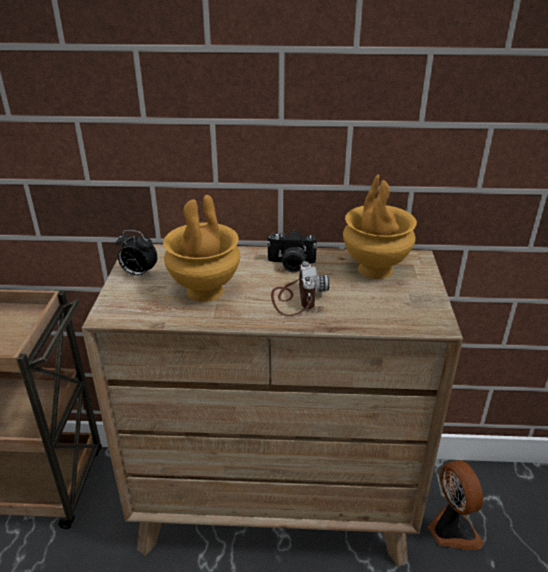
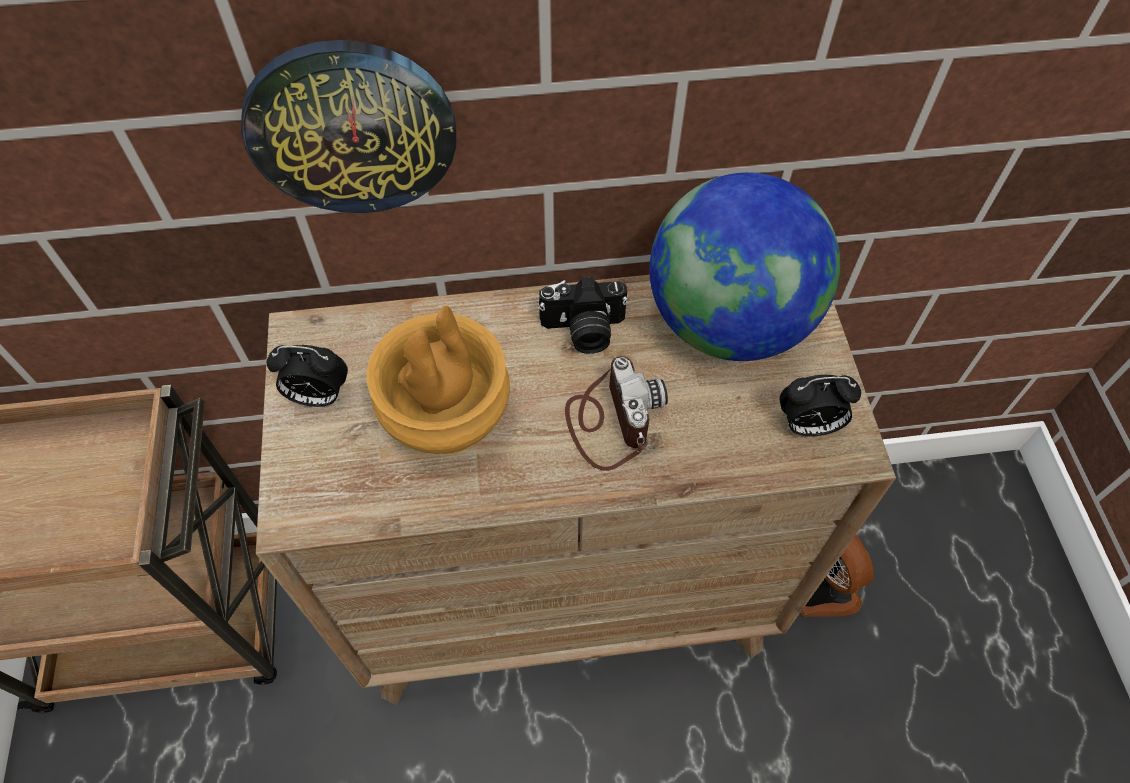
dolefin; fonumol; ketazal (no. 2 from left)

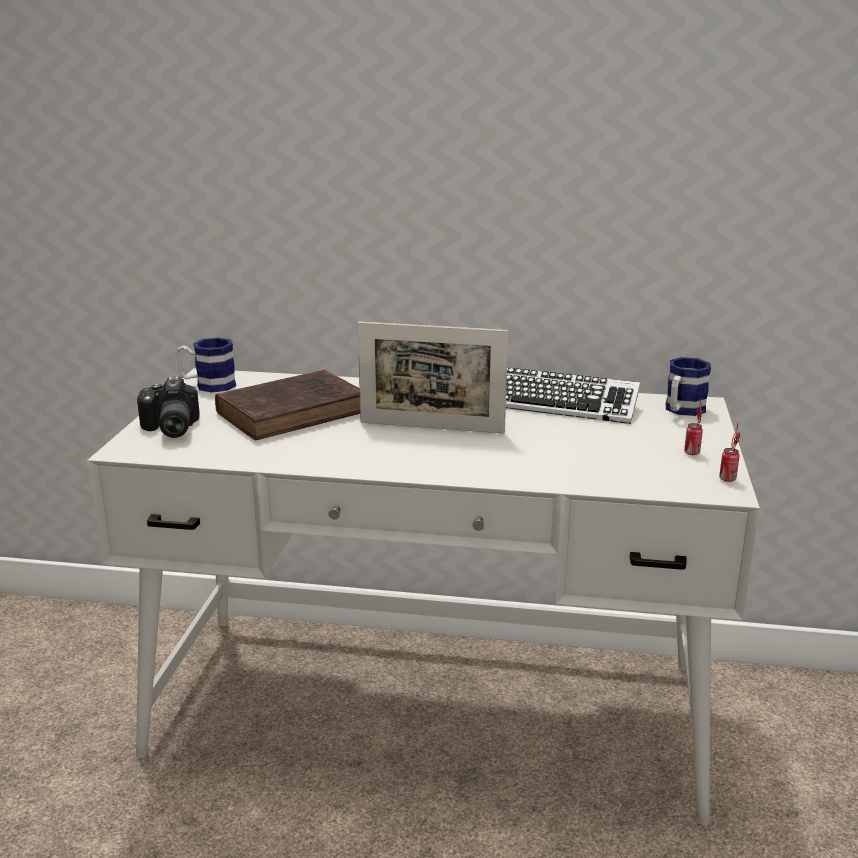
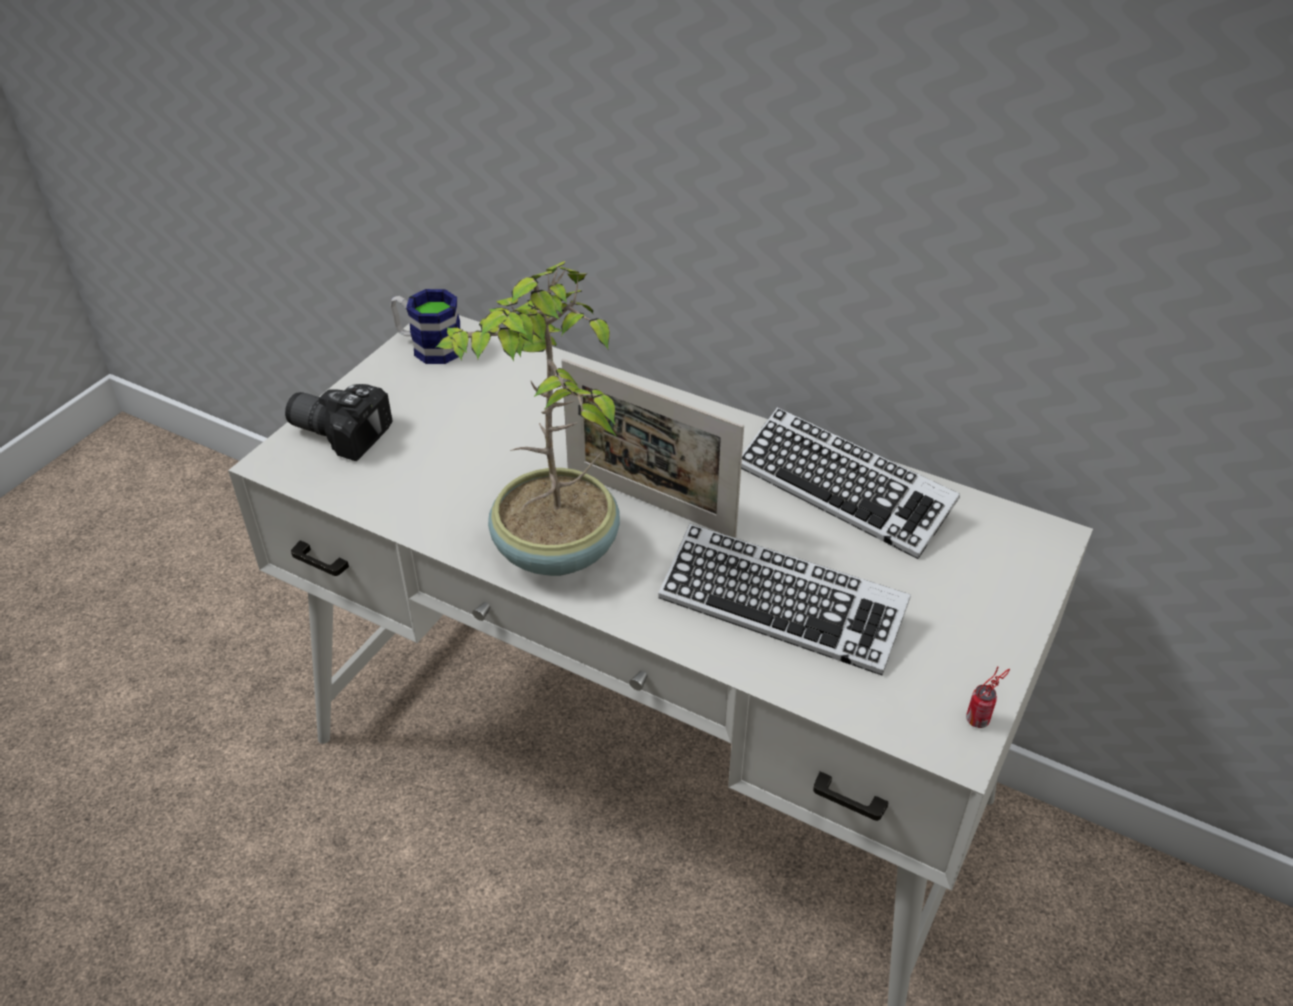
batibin (no. 2 from left in the first image); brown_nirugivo; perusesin; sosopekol (no. 1 from left in the first image); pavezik; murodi (no. 1 from left)

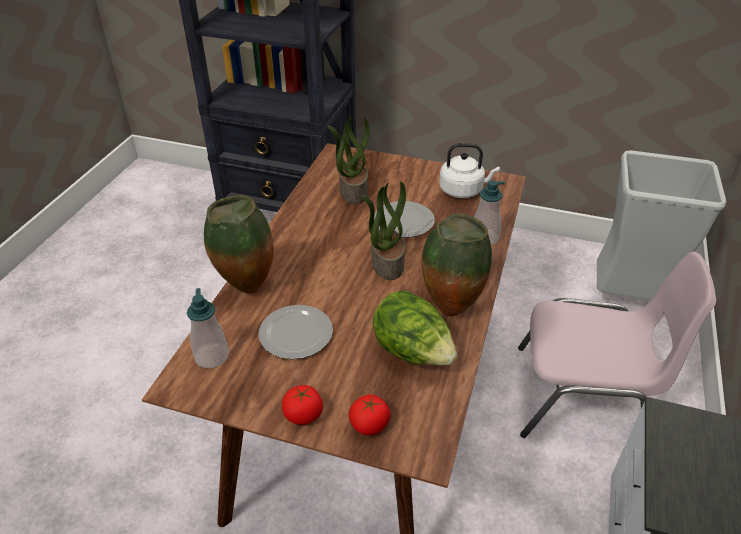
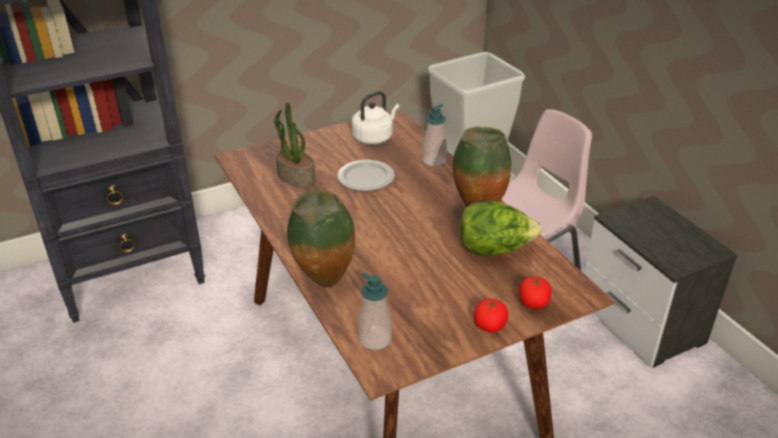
pavezik (no. 2 from left in the first image); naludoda (no. 1 from left in the first image)

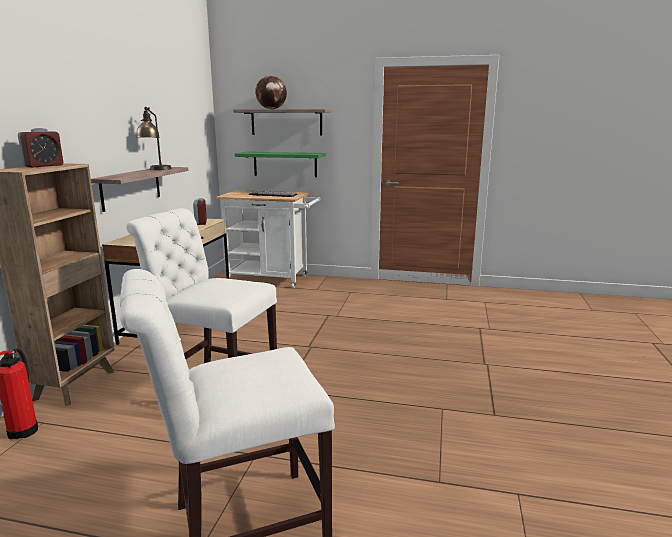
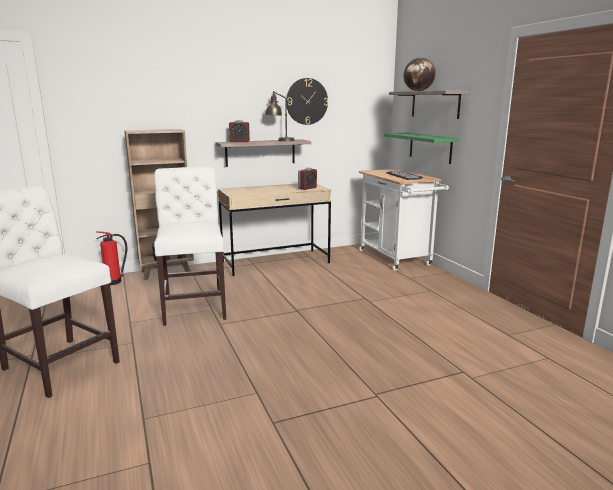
ketazal (no. 1 from left); fonumol

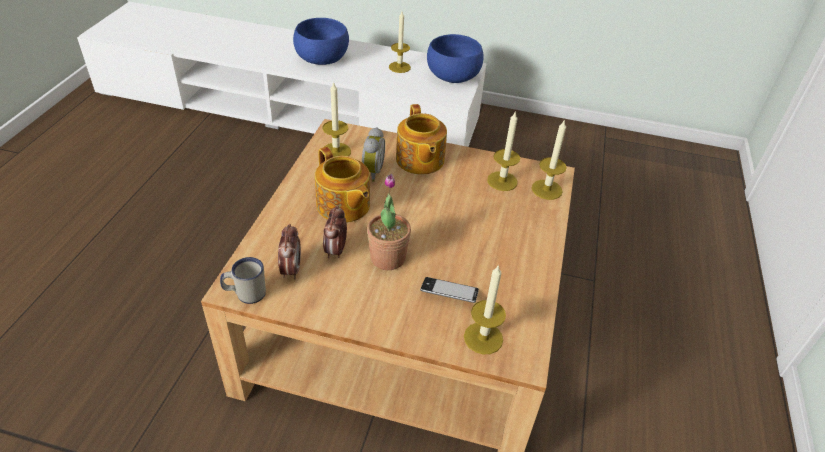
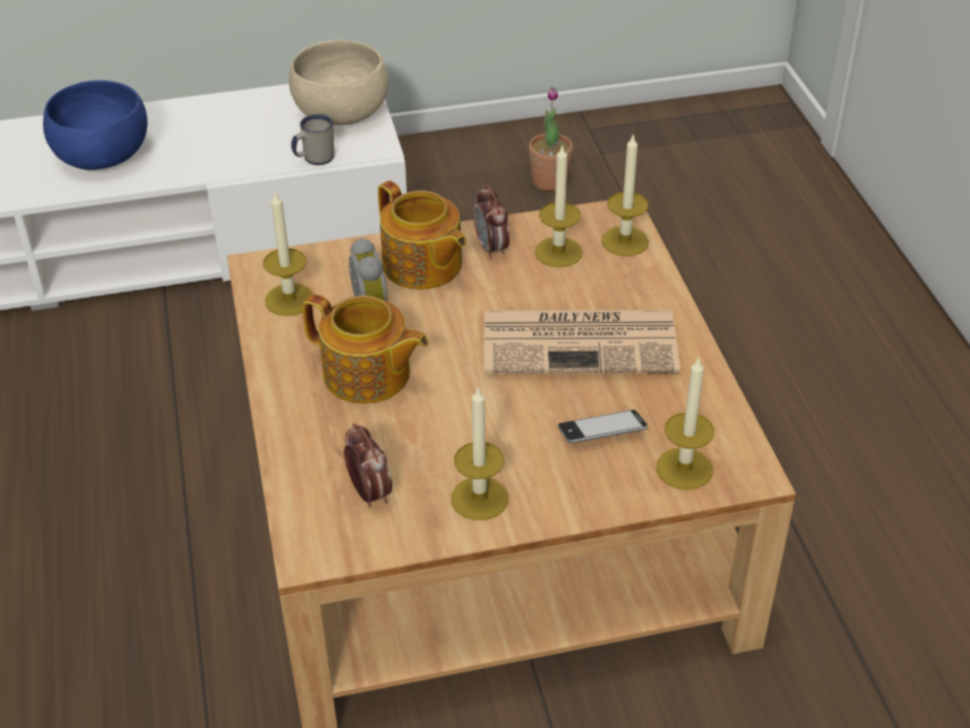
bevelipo (no. 2 from left); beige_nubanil; pavezik; ketazal (no. 3 from left); white_batibin; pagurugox

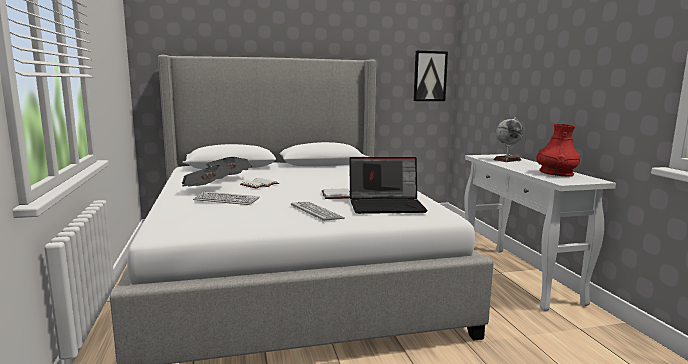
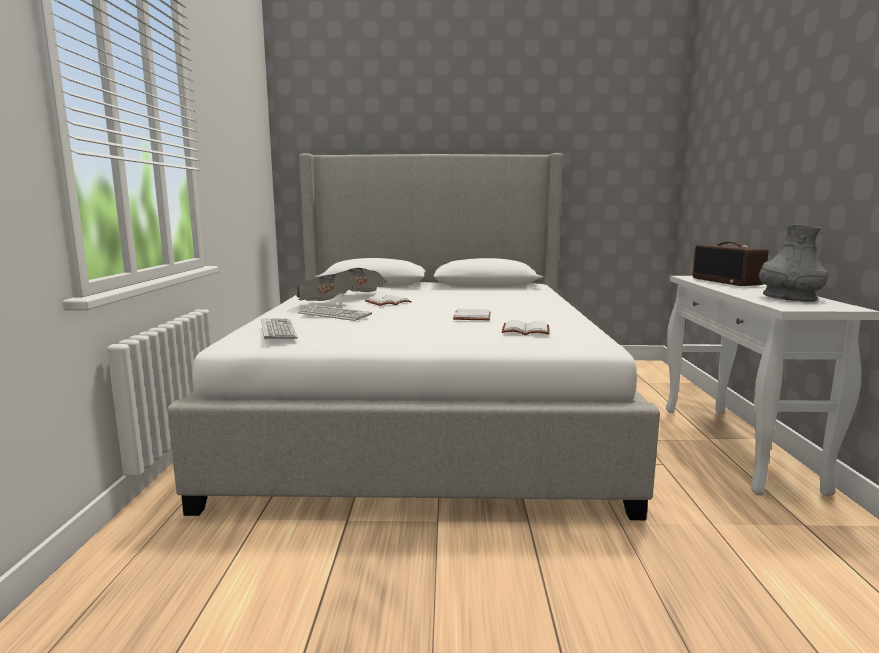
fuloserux; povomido; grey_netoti; white_nirugivo (no. 3 from left); murodi (no. 1 from left)

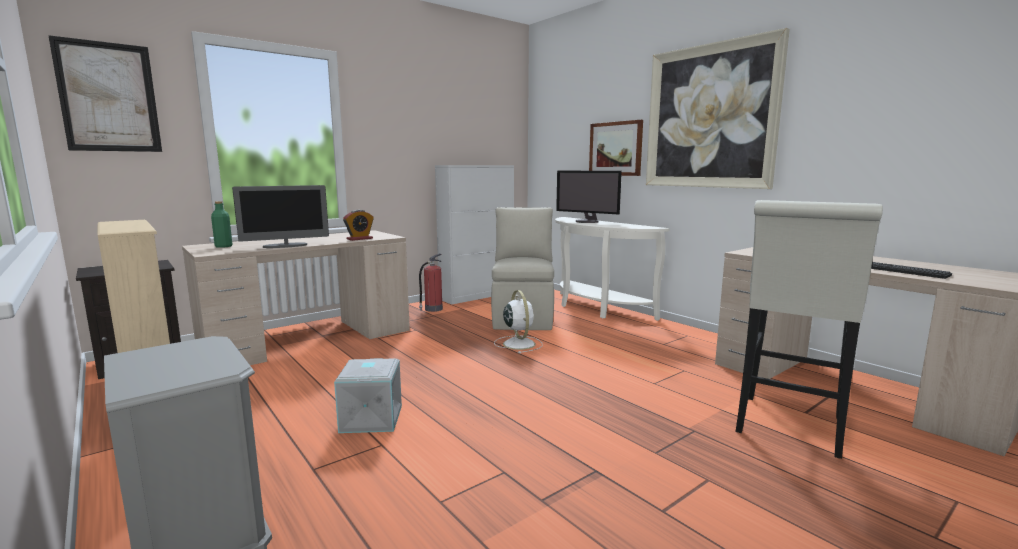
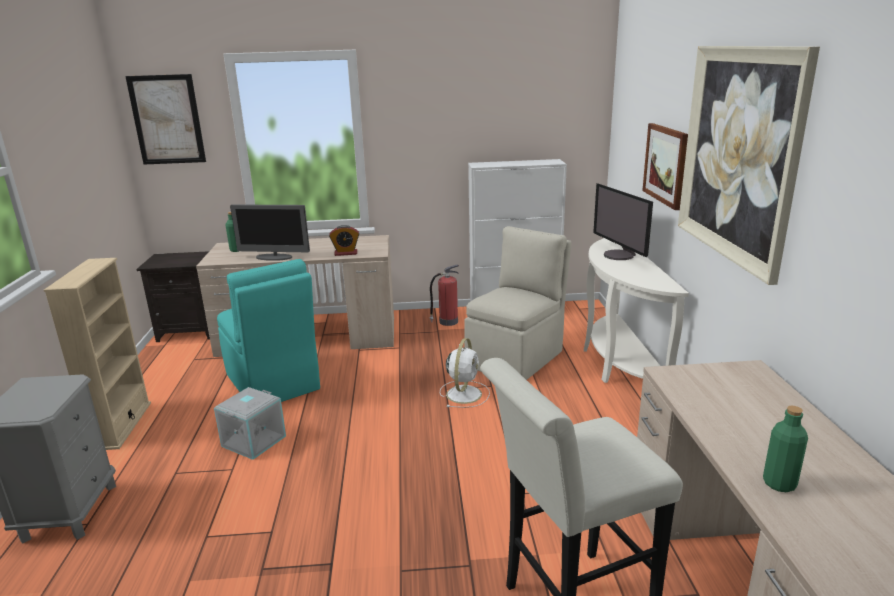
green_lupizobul (no. 2 from left); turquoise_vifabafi

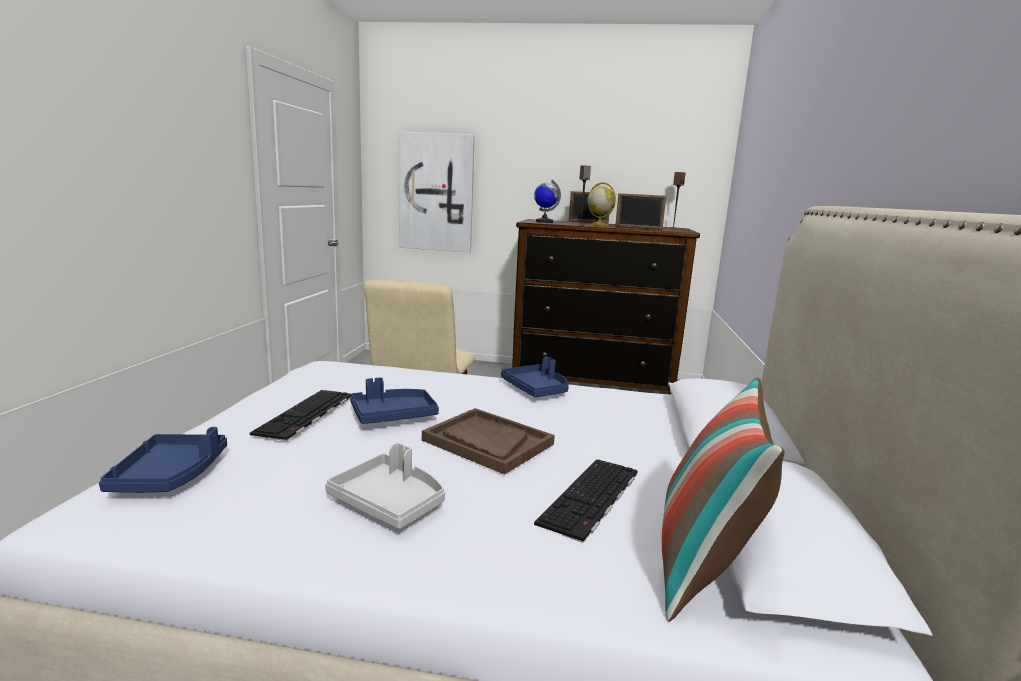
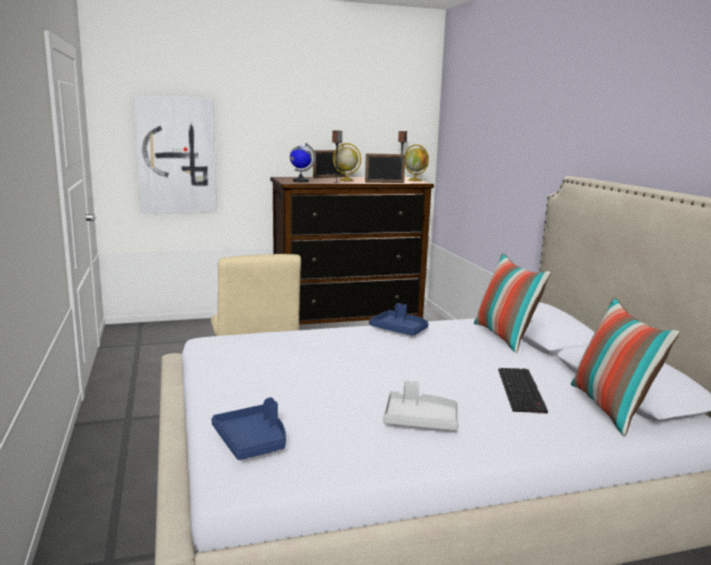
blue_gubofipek (no. 2 from left in the first image); murodi (no. 1 from left in the first image); brown_gubofipek; dolefin (no. 3 from left); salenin (no. 1 from left)

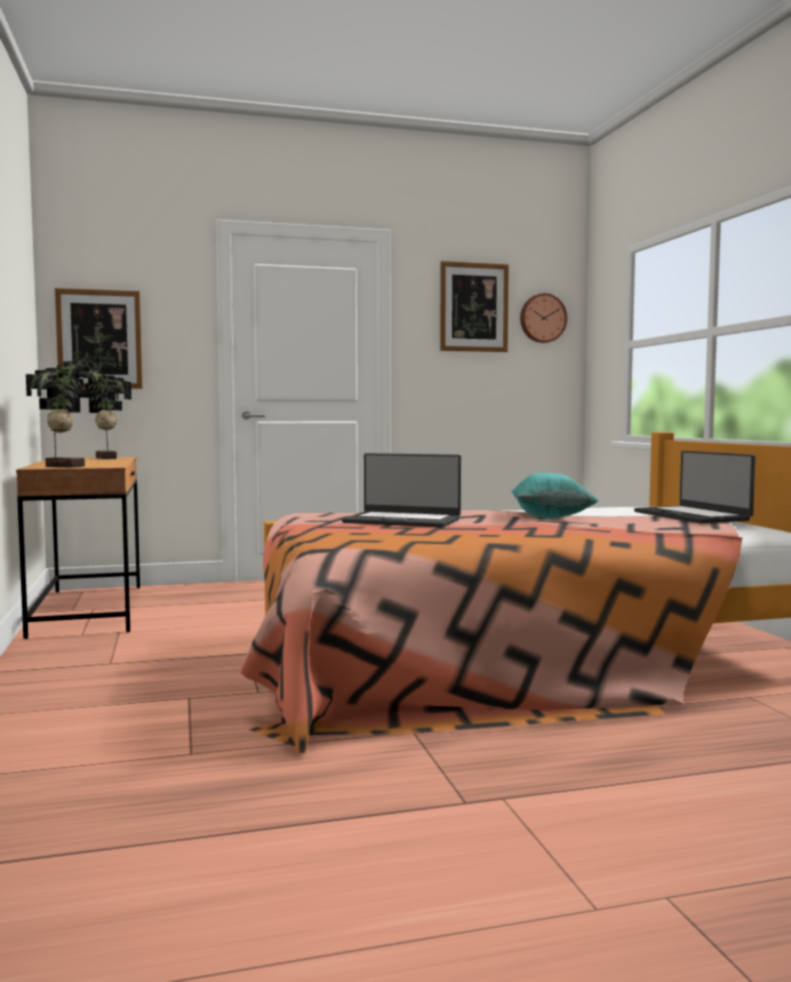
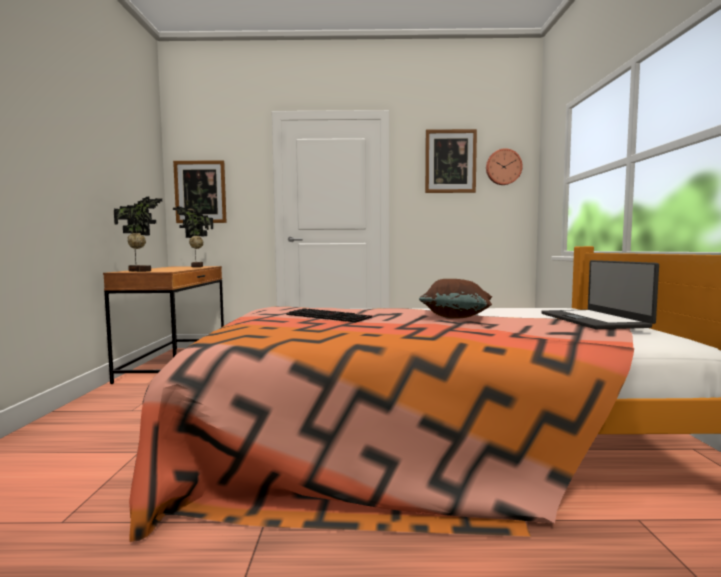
murodi; brown_salenin

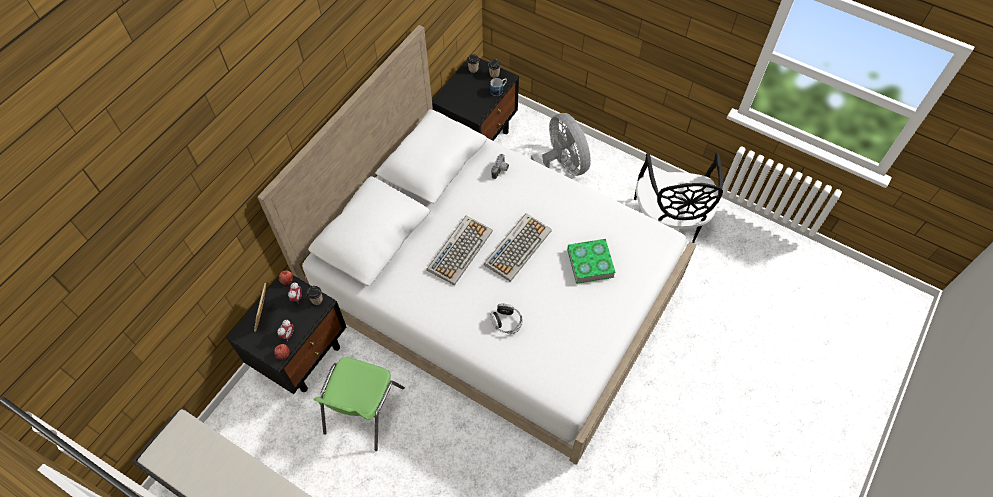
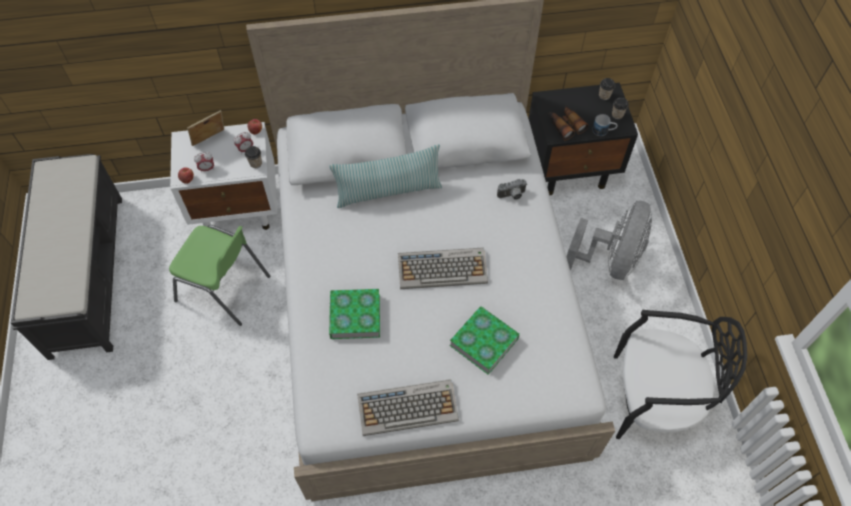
black_vifabafi; murodi (no. 1 from left); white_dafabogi; nirugivo (no. 1 from left); green_vifabafi; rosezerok; salenin

